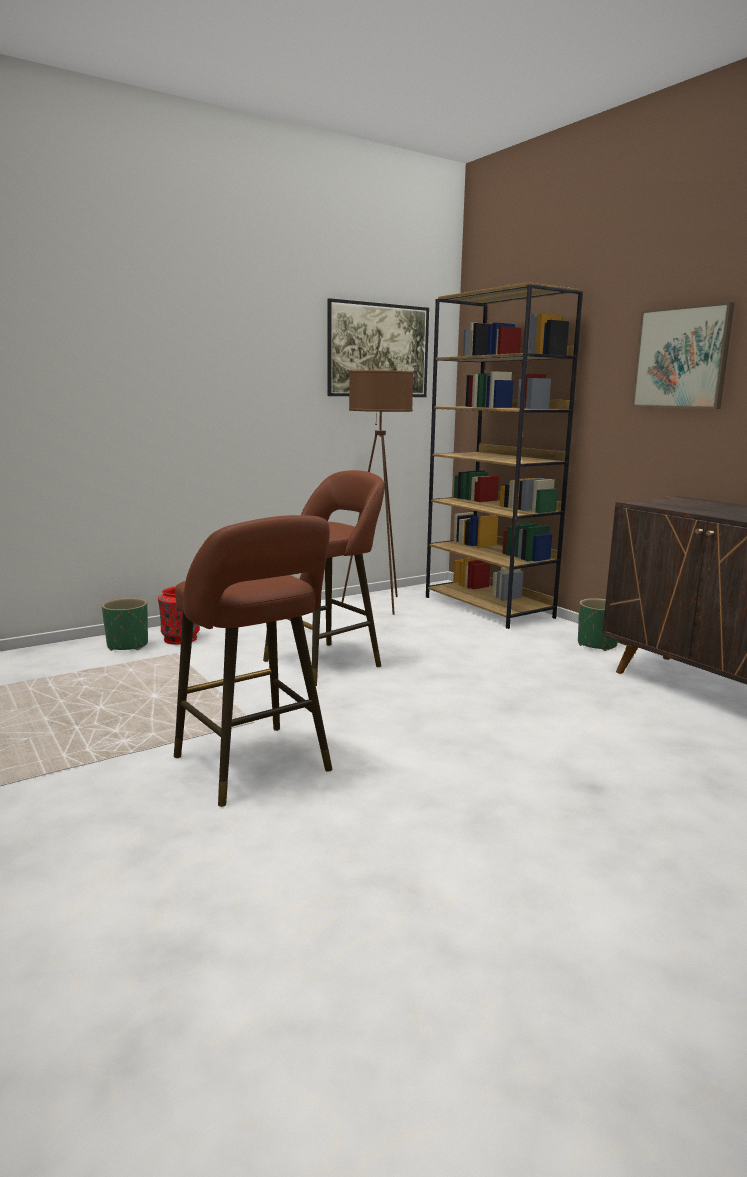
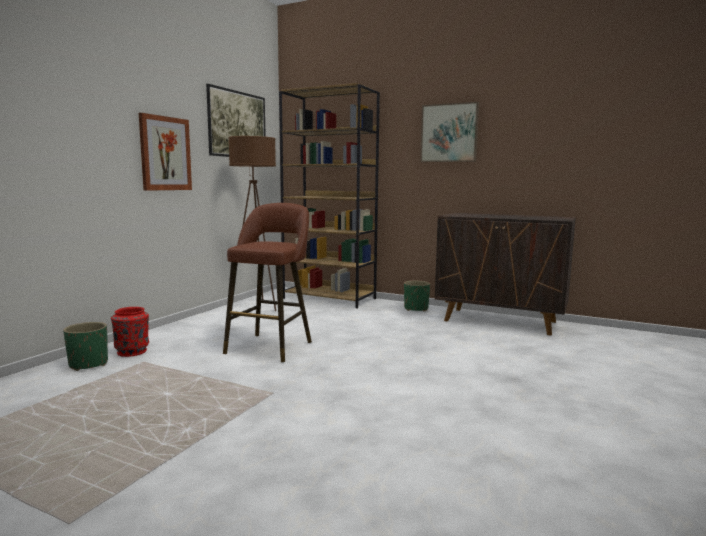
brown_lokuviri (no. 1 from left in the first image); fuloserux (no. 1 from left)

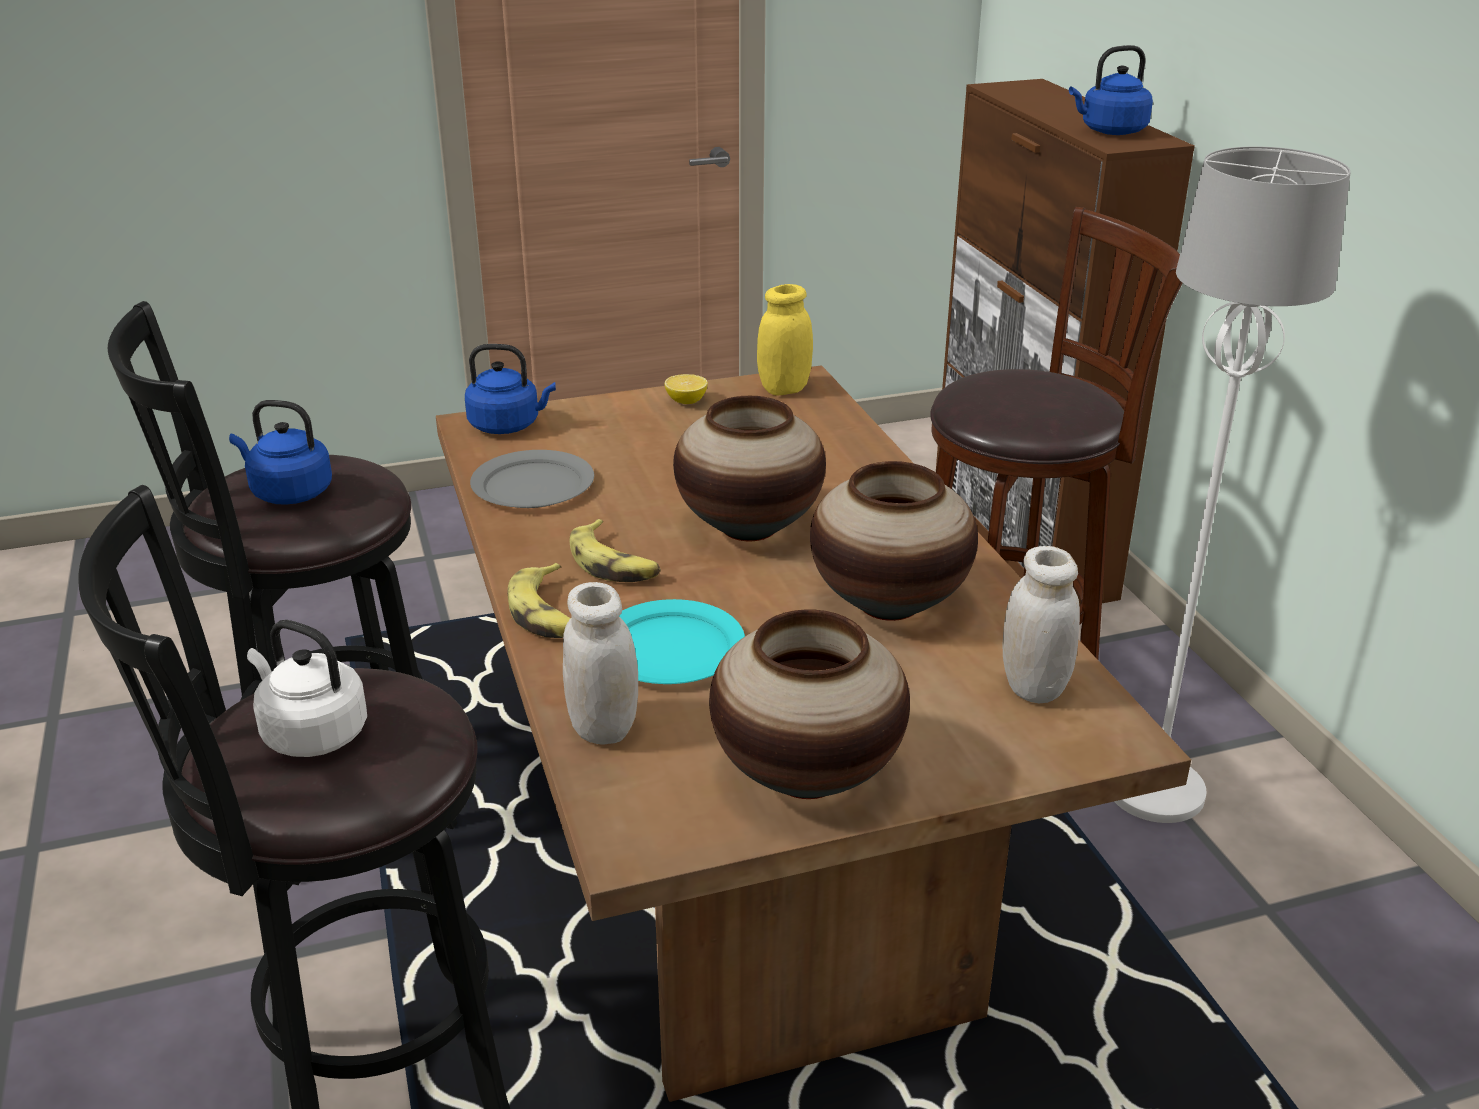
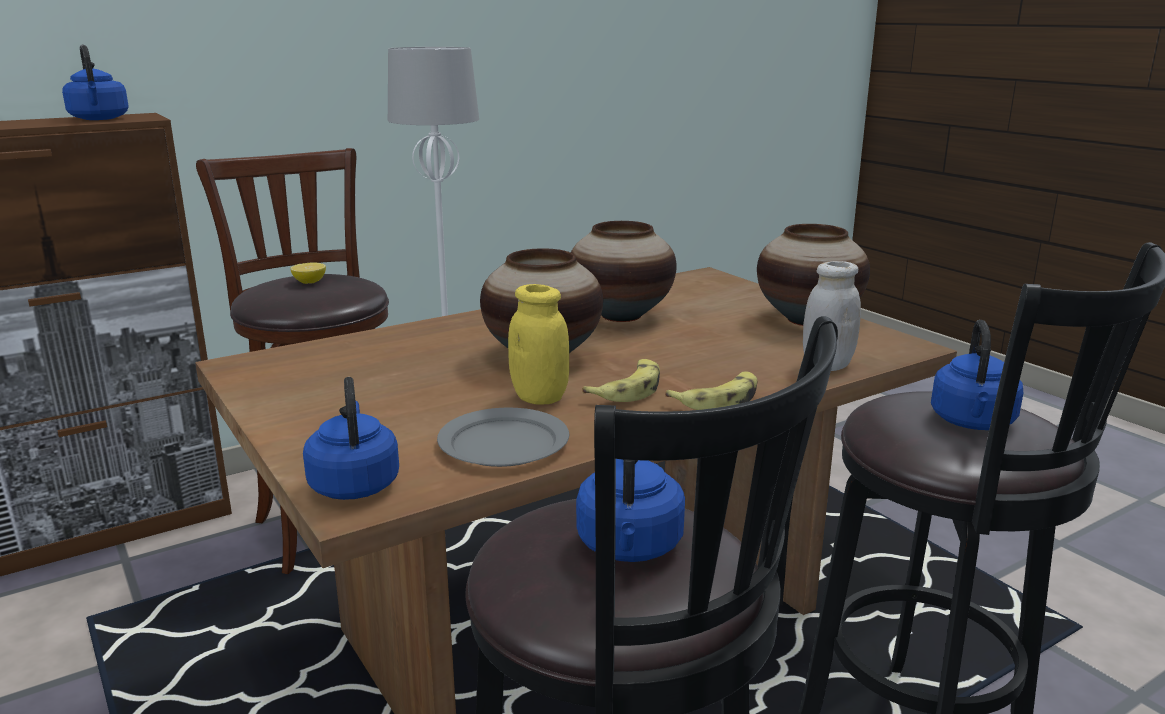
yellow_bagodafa; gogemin; white_bagodafa (no. 2 from left in the first image); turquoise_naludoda; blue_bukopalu (no. 4 from left)

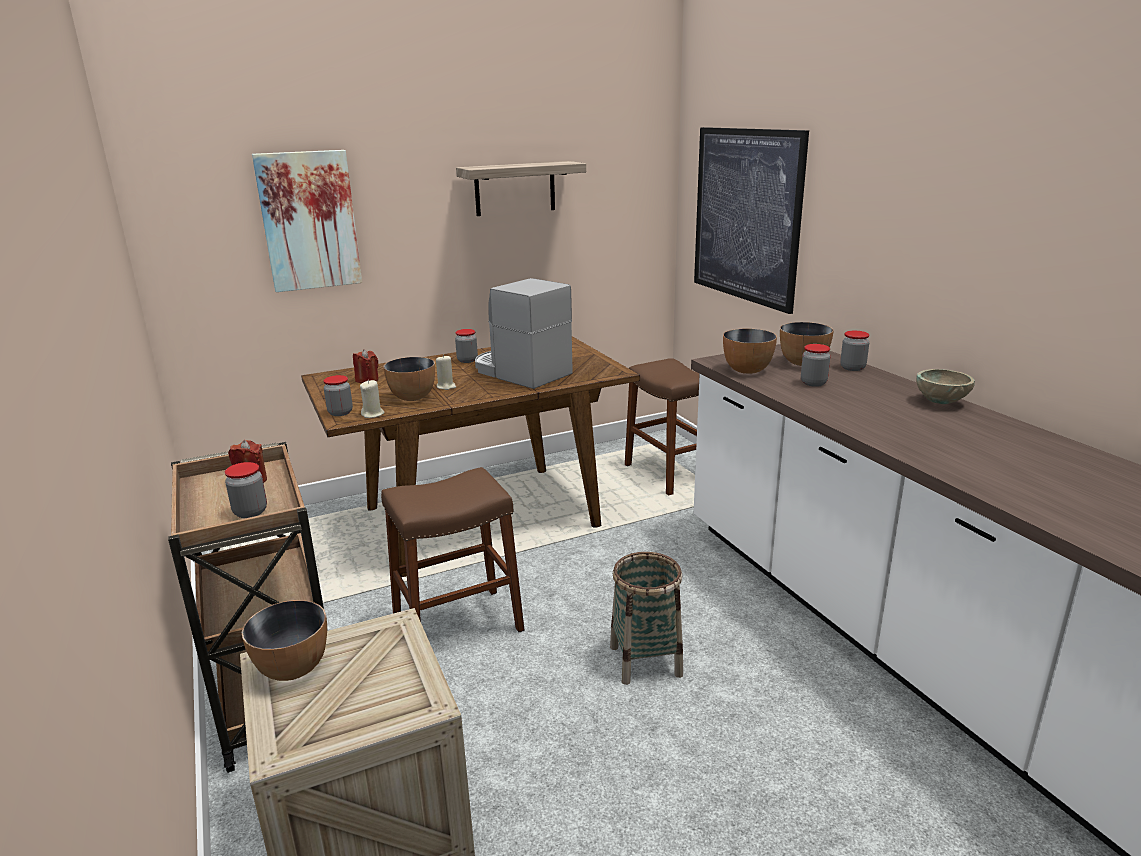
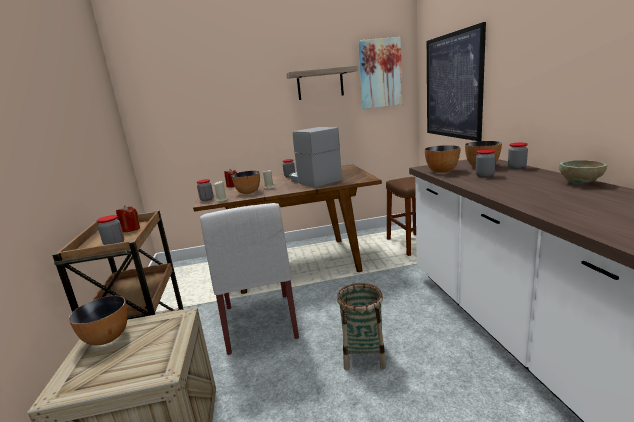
fuloserux (no. 1 from left); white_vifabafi

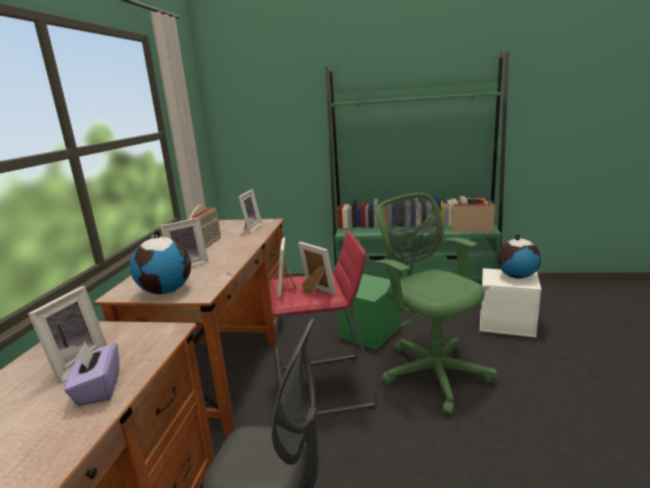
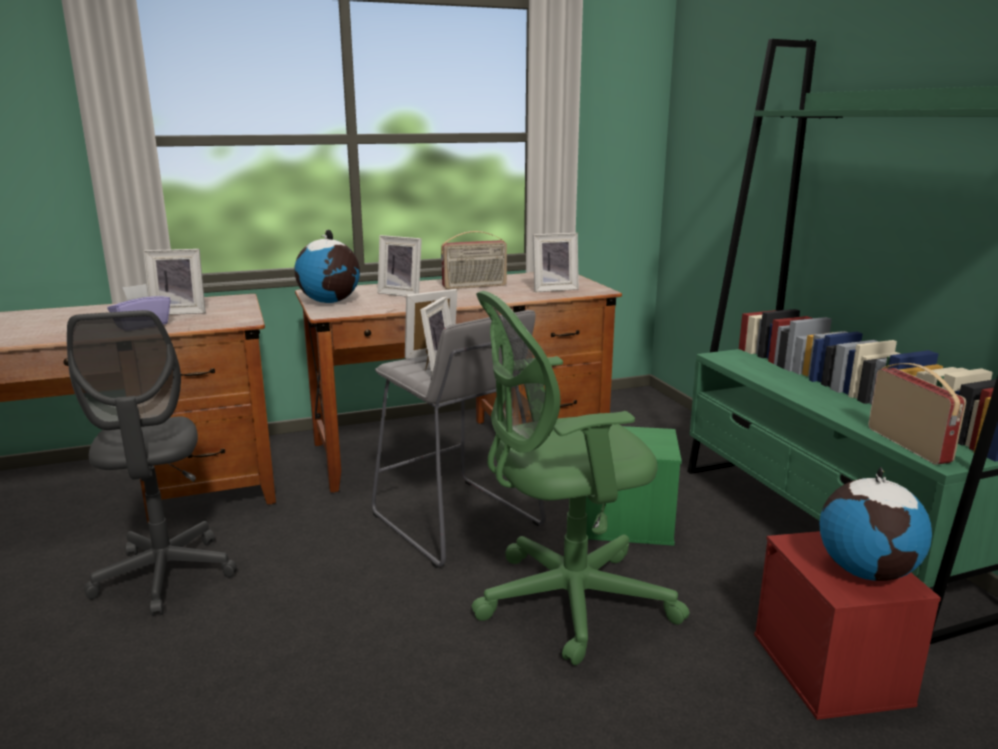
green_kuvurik; grey_lokuviri; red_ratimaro

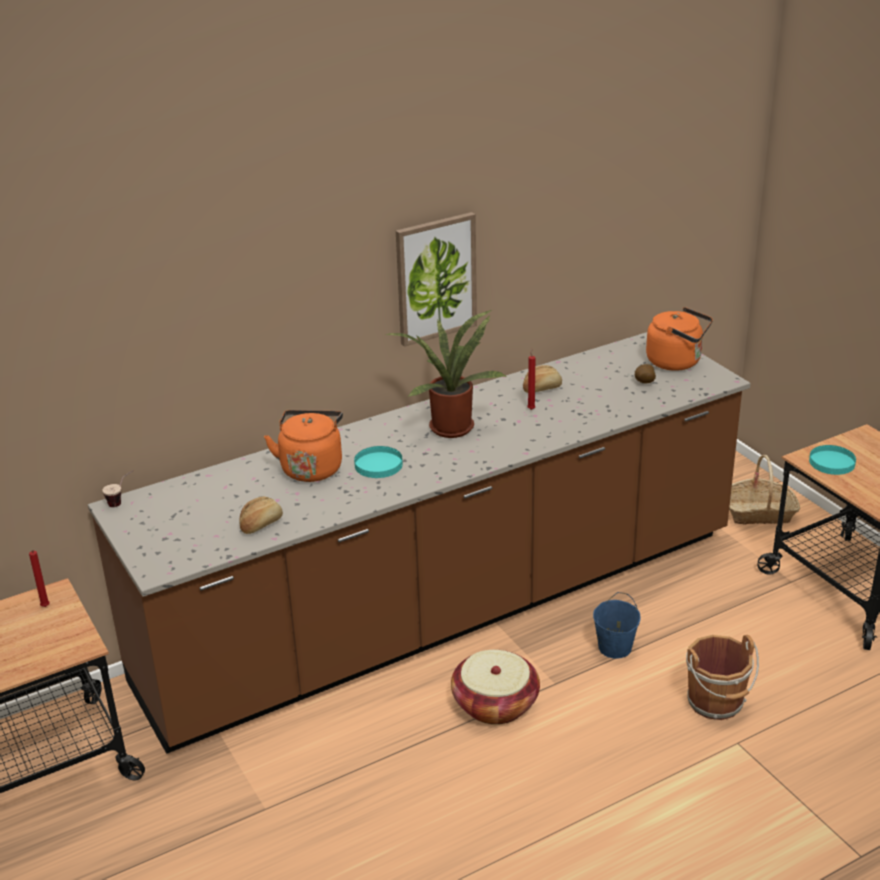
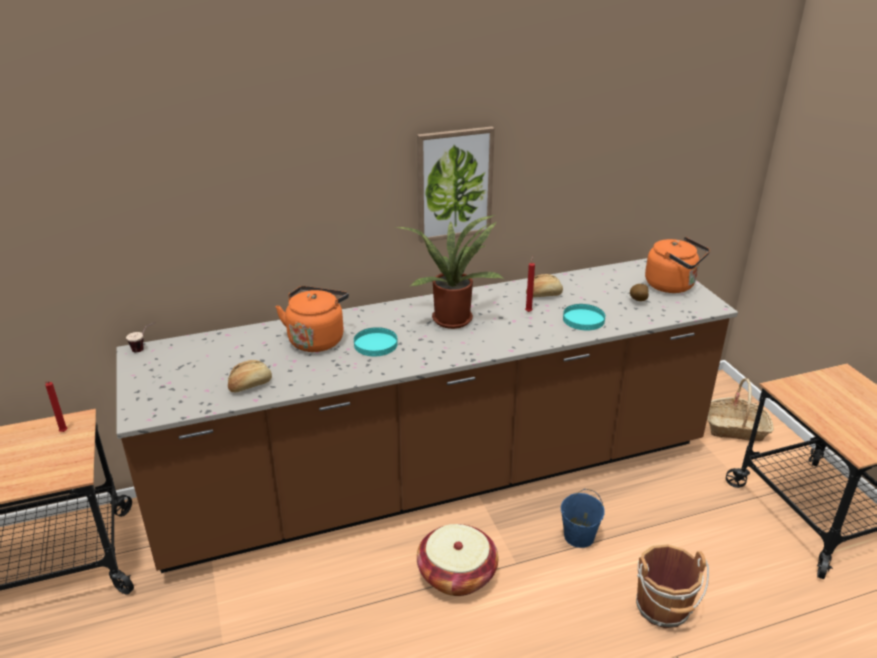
turquoise_naludoda (no. 2 from left)

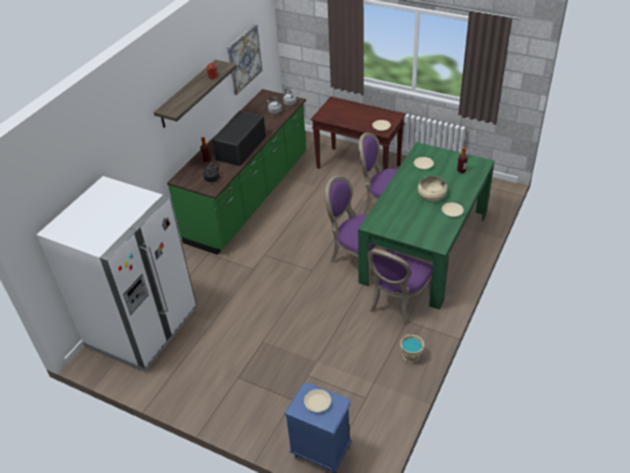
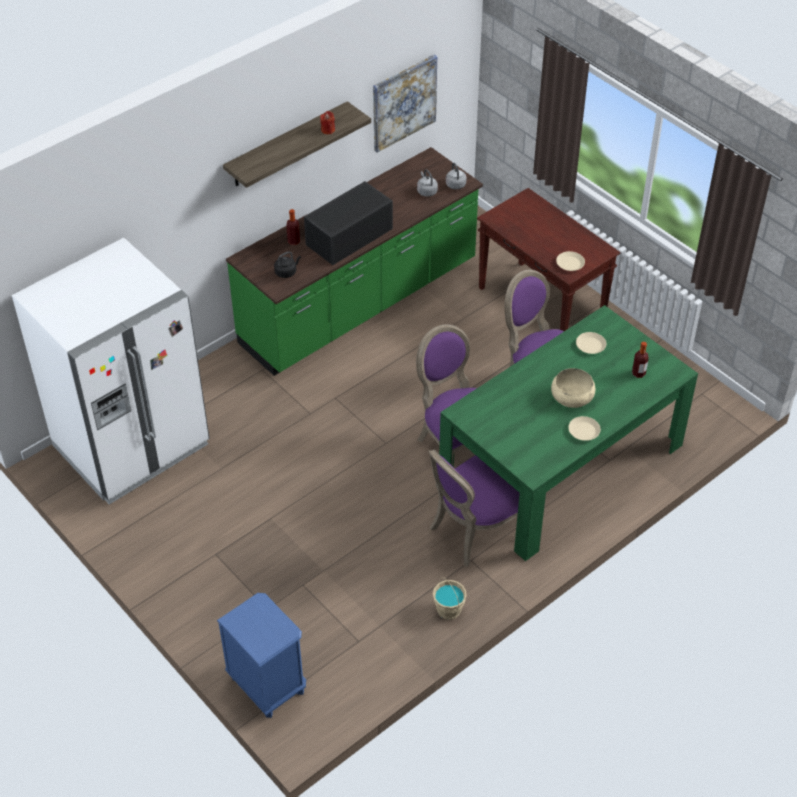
beige_naludoda (no. 1 from left in the first image)

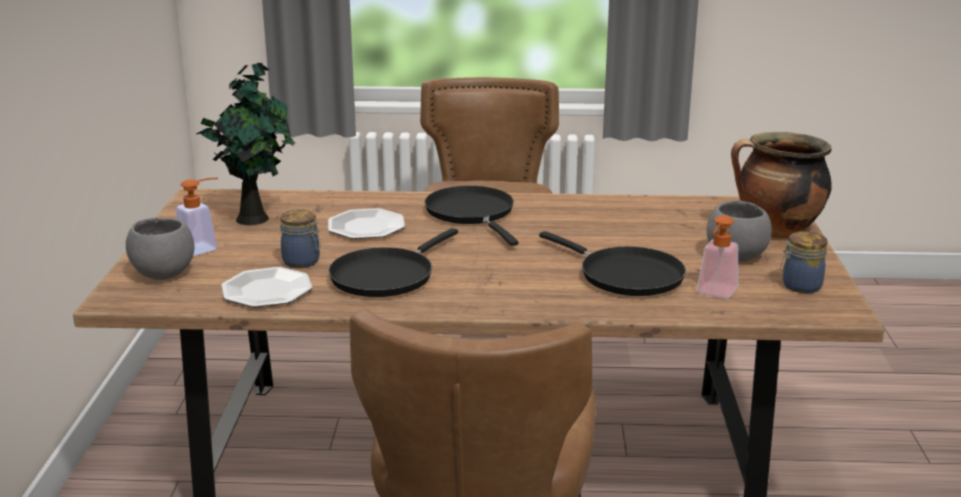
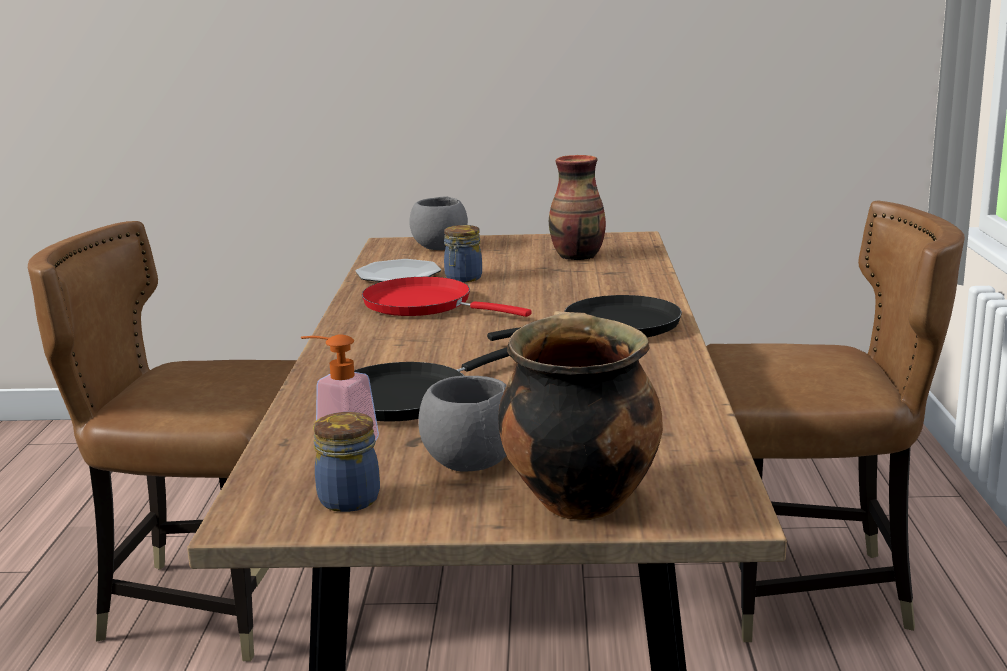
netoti; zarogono (no. 1 from left in the first image); naludoda (no. 2 from left in the first image); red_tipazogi

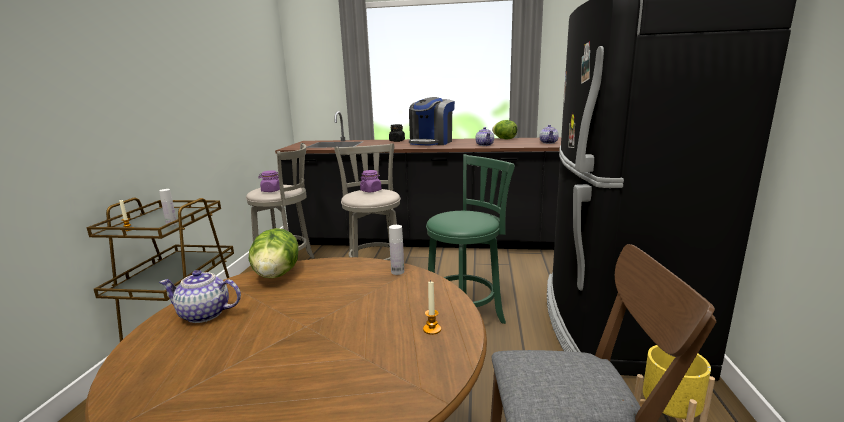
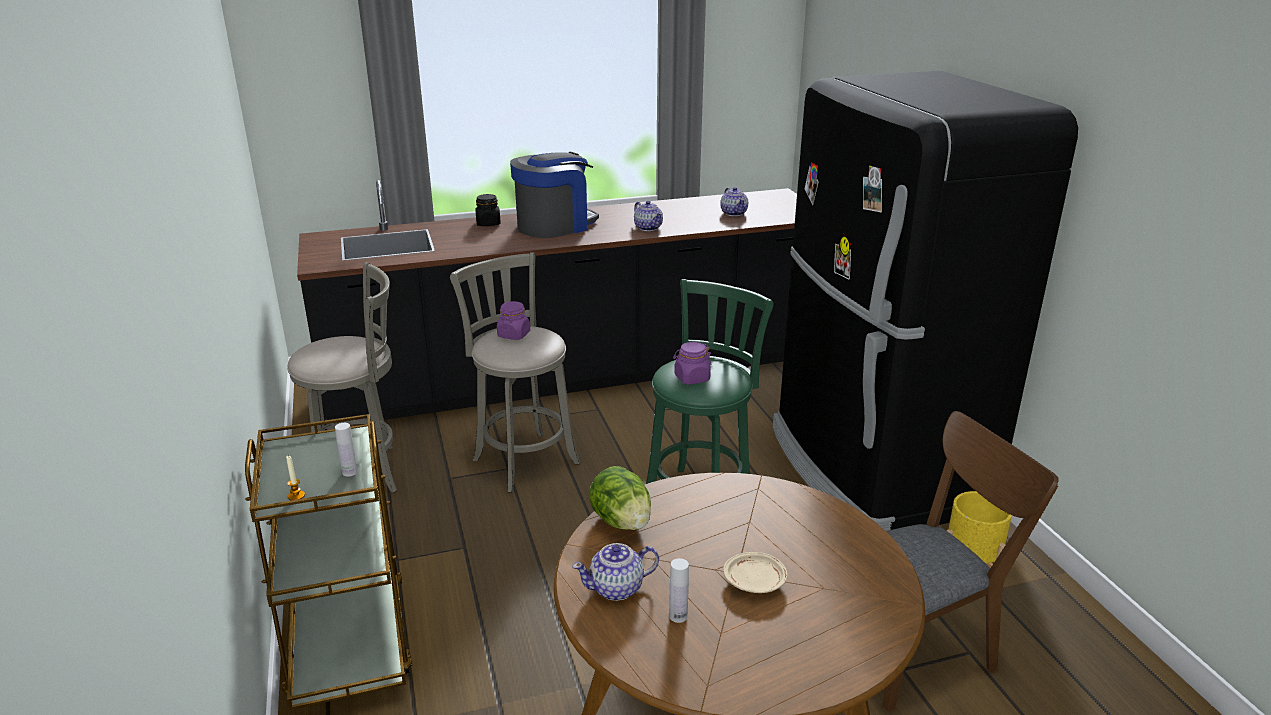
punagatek; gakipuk (no. 2 from left in the first image); purple_bagodafa (no. 2 from left); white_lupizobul (no. 2 from left); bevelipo (no. 2 from left in the first image); beige_naludoda

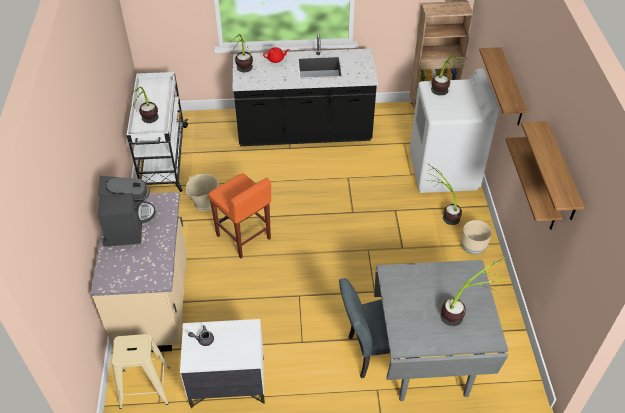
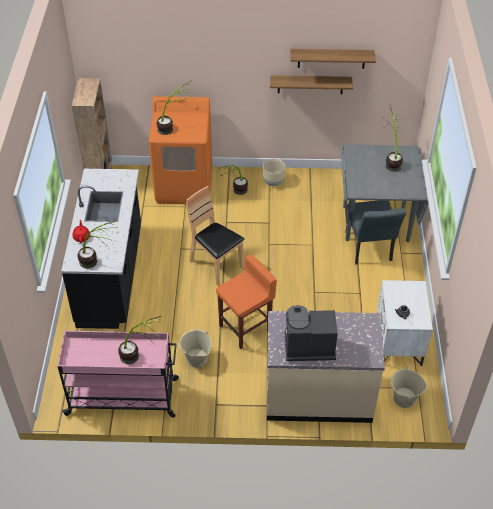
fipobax (no. 1 from left in the first image); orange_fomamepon; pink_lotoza; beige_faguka (no. 2 from left); brown_vifabafi

